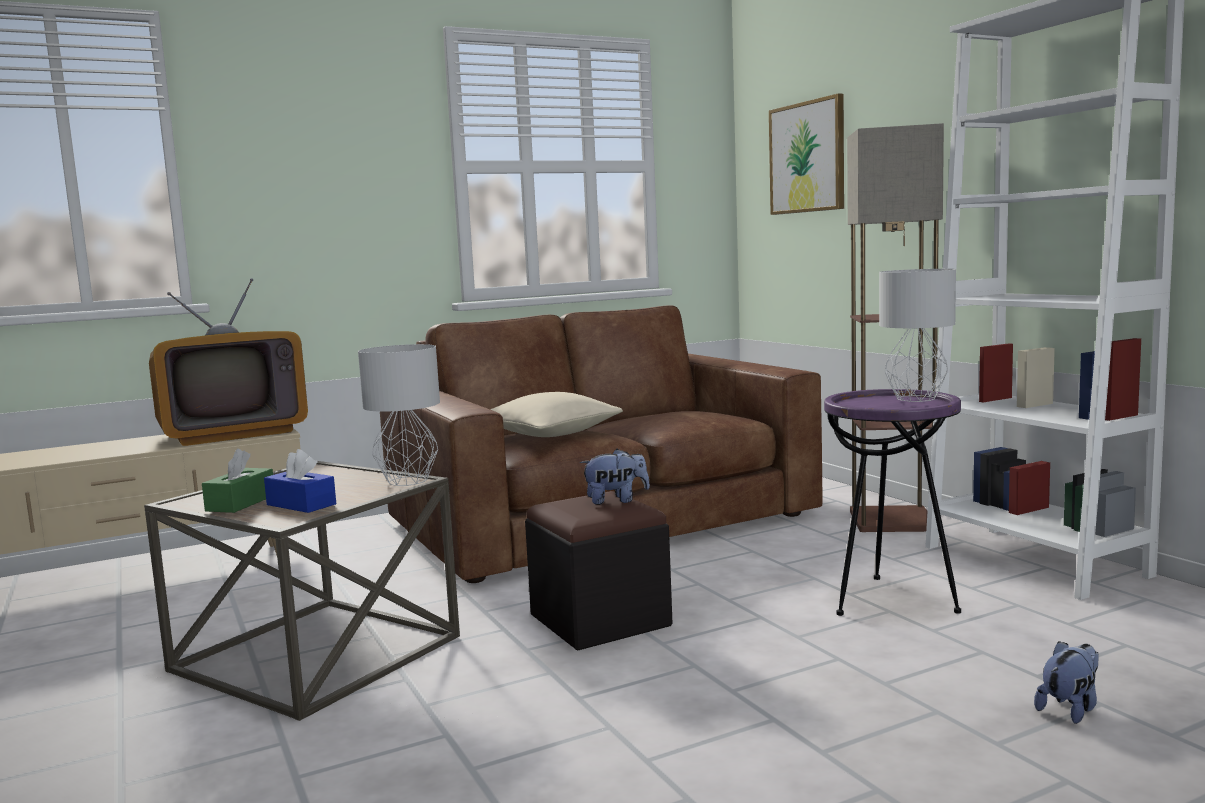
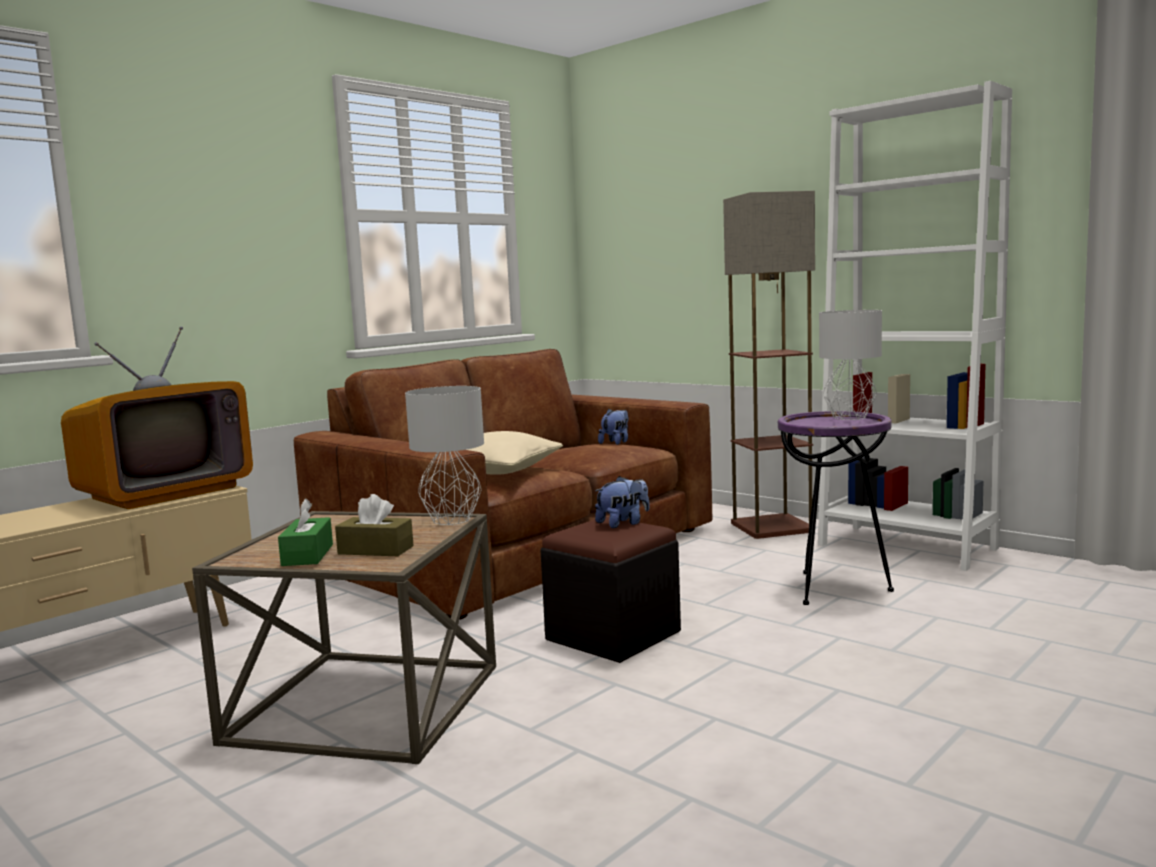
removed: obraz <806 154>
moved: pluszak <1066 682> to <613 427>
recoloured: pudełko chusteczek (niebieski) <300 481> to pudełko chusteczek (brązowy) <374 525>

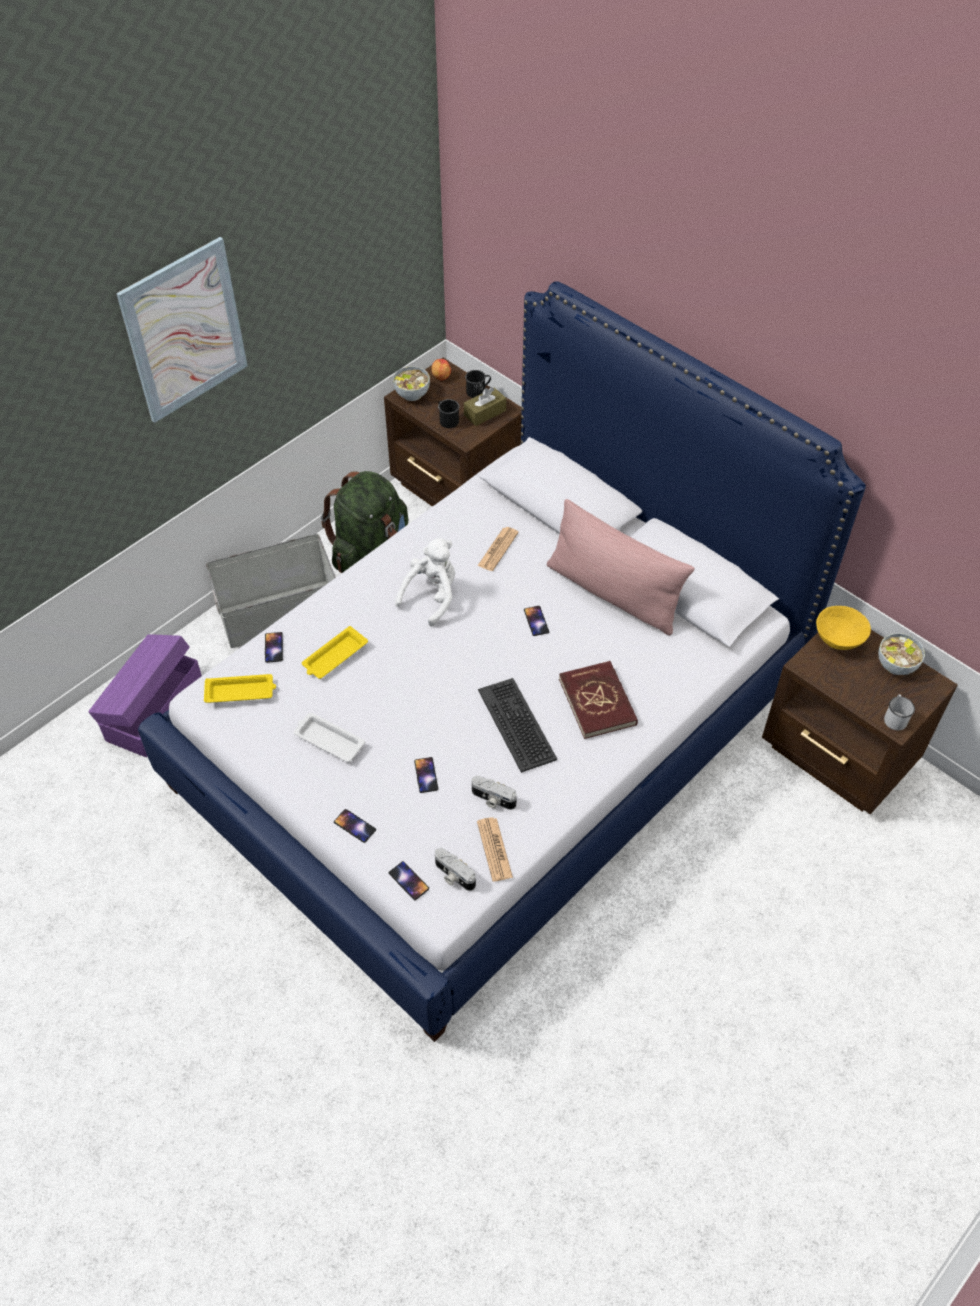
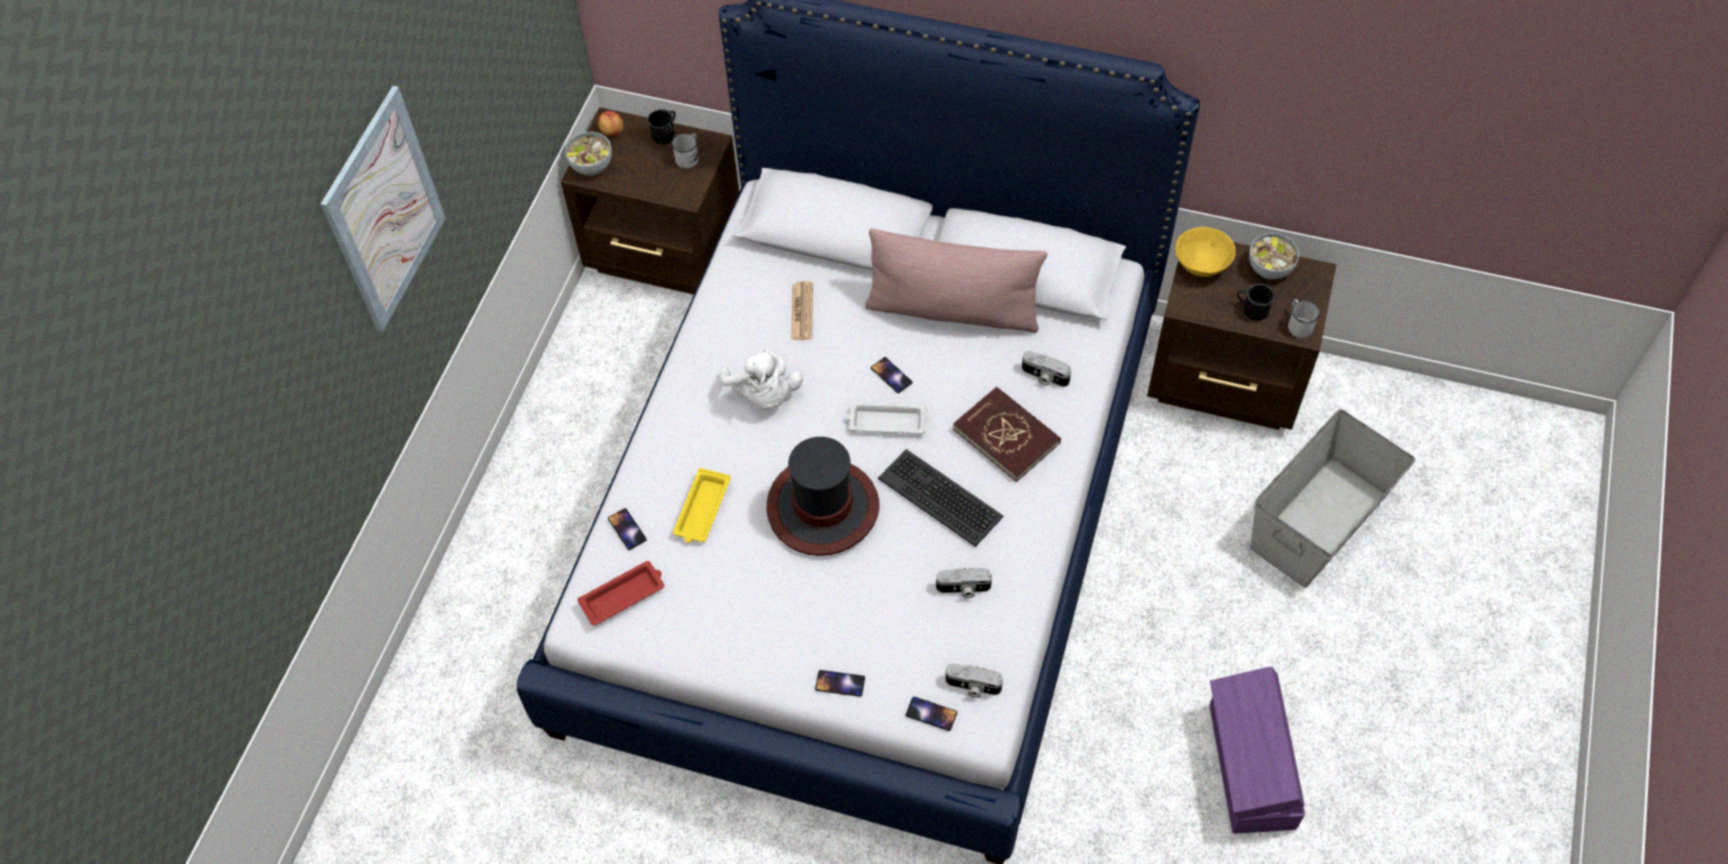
removed: plecak (zielony) <364 522>; telefon <426 775>; gazeta <495 849>
added: kapelusz <823 496>; aparat fotograficzny <1046 369>
moved: pojemnik do przechowywania (fioletowy) <145 695> to <1257 749>; pojemnik do przechowywania (szary) <271 591> to <1332 498>; taca (biały) <329 737> to <886 418>; kubek (czarny) <448 413> to <1256 302>
replaced: pudełko chusteczek (brązowy) <485 406> to kubek (biały) <685 150>
recoloured: taca (żółty) <240 688> to taca (czerwony) <621 593>
turned: pluszak (biały) <425 582> = <761 380> 150 degrees clockwise

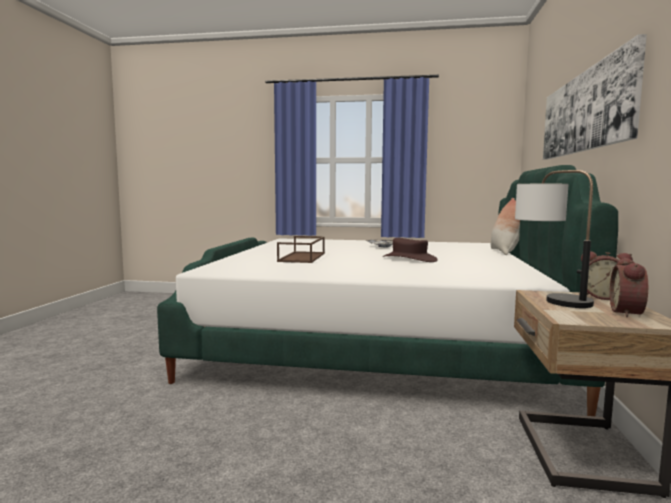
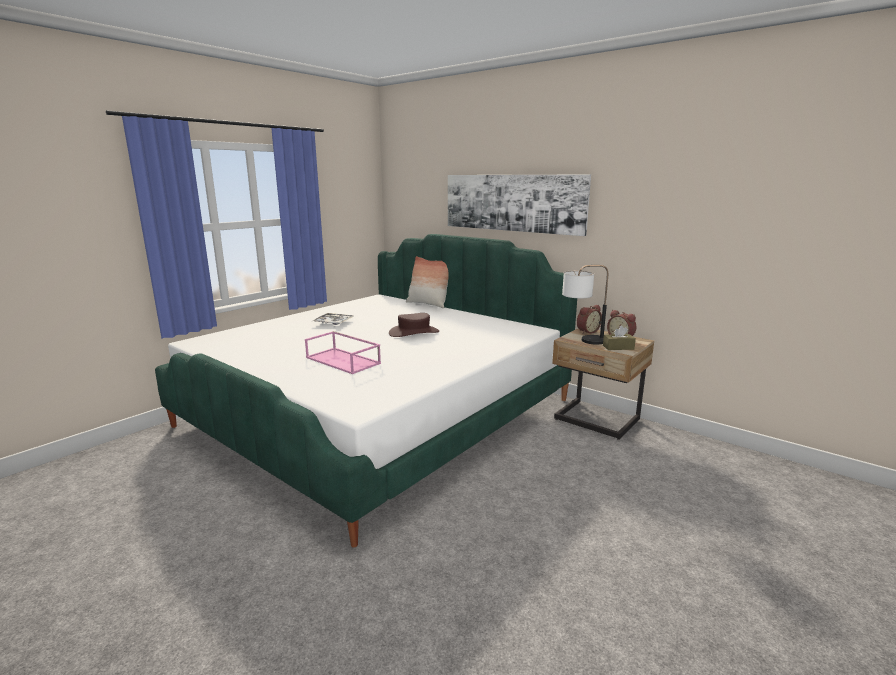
added: pudełko chusteczek (brązowy) <619 338>
recoloured: taca (brązowy) <301 249> to taca (różowy) <343 352>

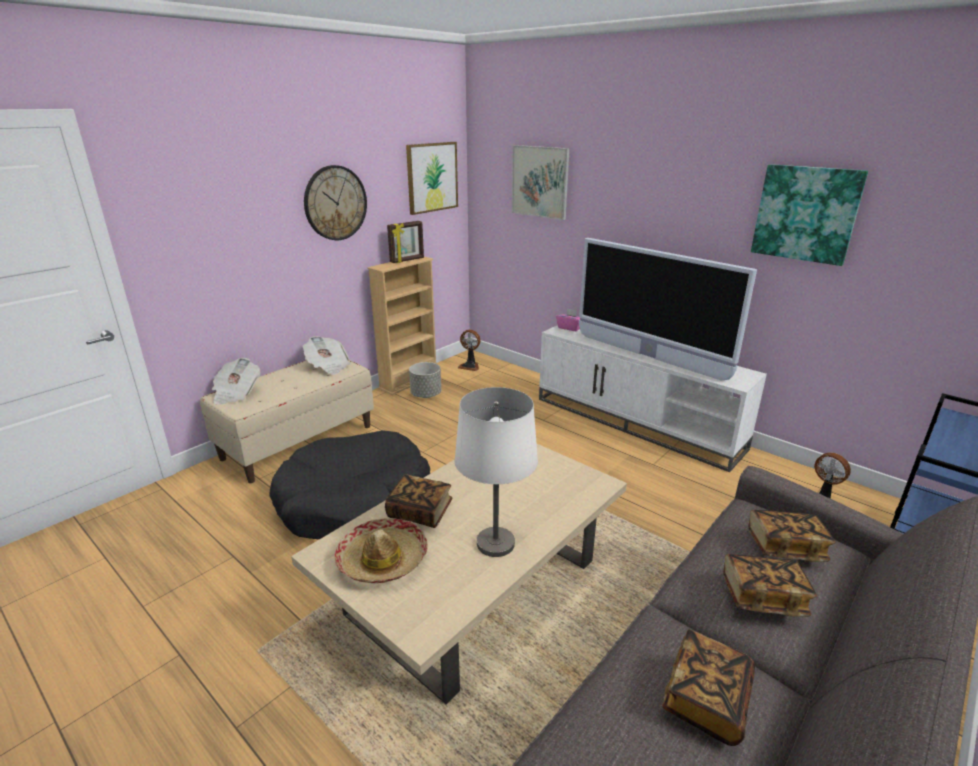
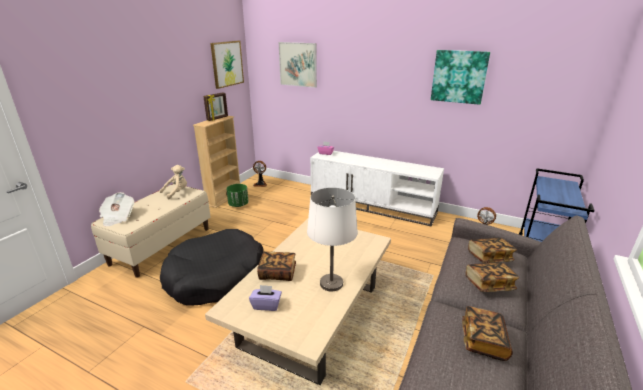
removed: zegar ścienny <335 202>; telewizor <668 309>
replaced: gazeta <327 355> to pluszak (beżowy) <173 182>; kapelusz <381 550> to pudełko chusteczek (fioletowy) <265 298>
recoloured: donica (szary) <425 380> to donica (zielony) <237 195>

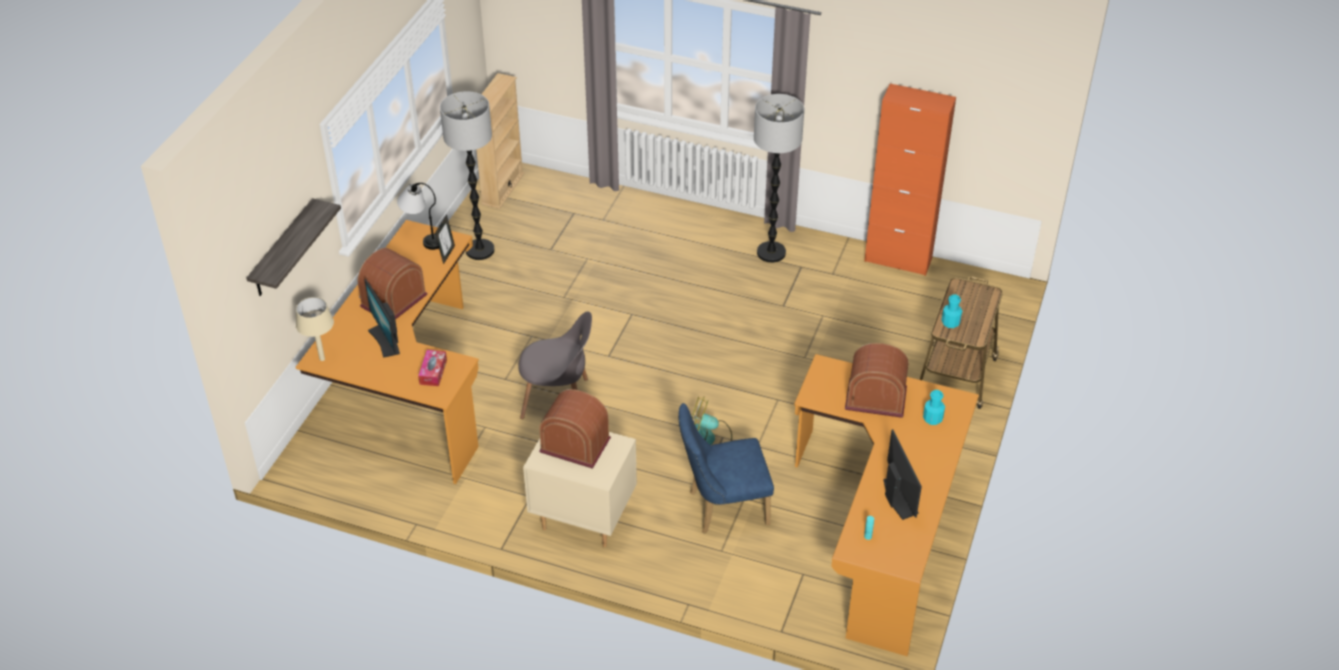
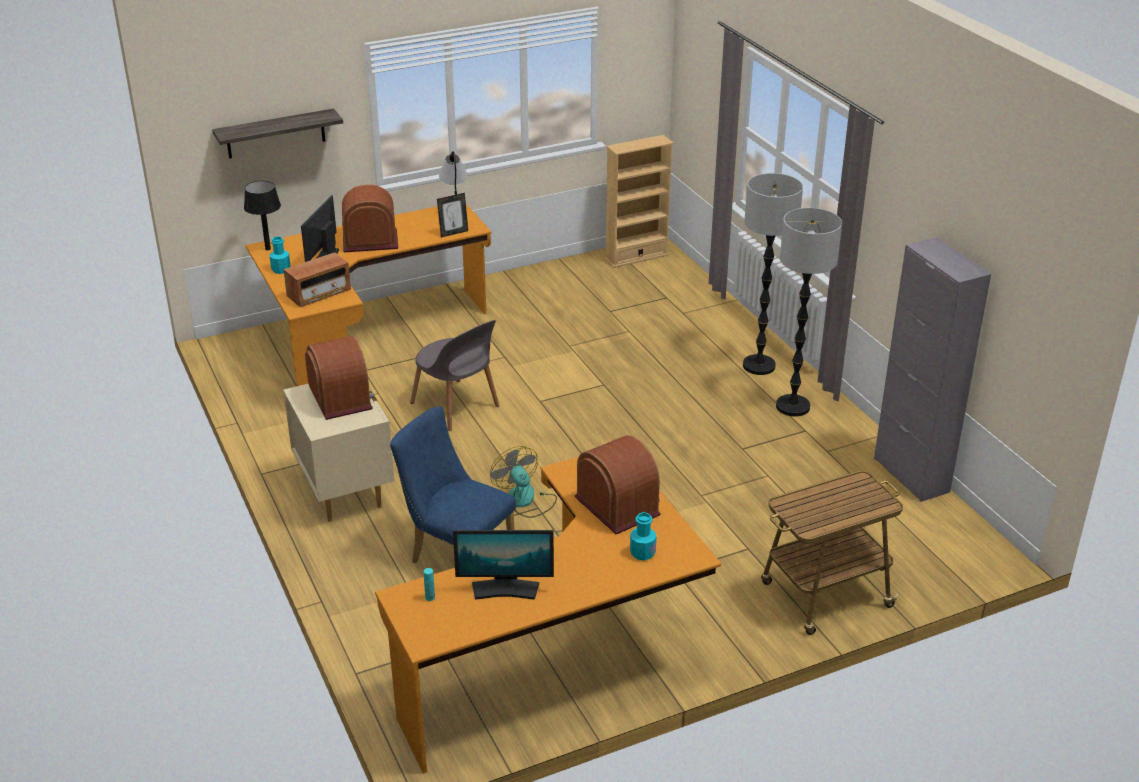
moved: lampa stojąca <467 175> to <773 274>; butelka (turkusowy) <952 311> to <280 255>
replaced: pudełko chusteczek <432 368> to radio <317 279>
recoloured: lampa stołowa (beżowy) <315 329> to lampa stołowa (czarny) <262 215>; szafka (pomarańczowy) <910 180> to szafka (szary) <932 369>
turned: monitor <902 474> = <503 565> 60 degrees clockwise

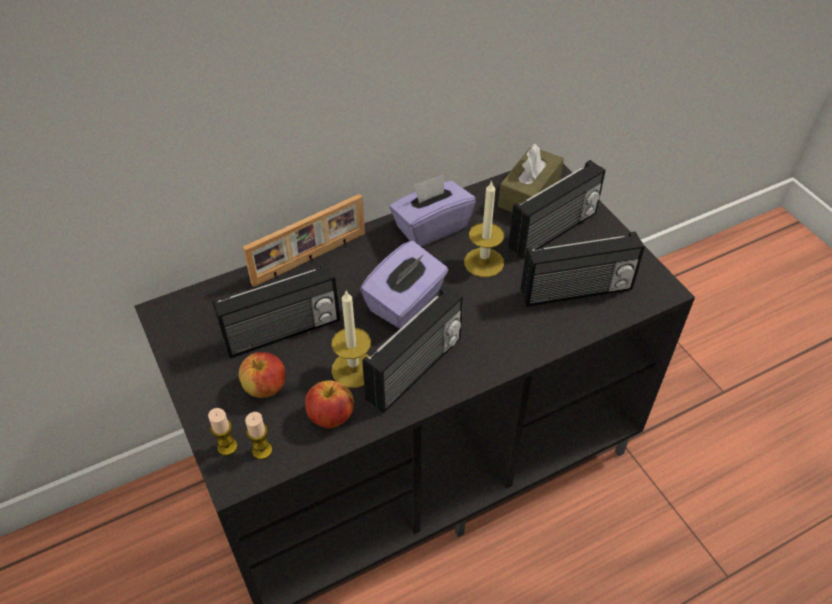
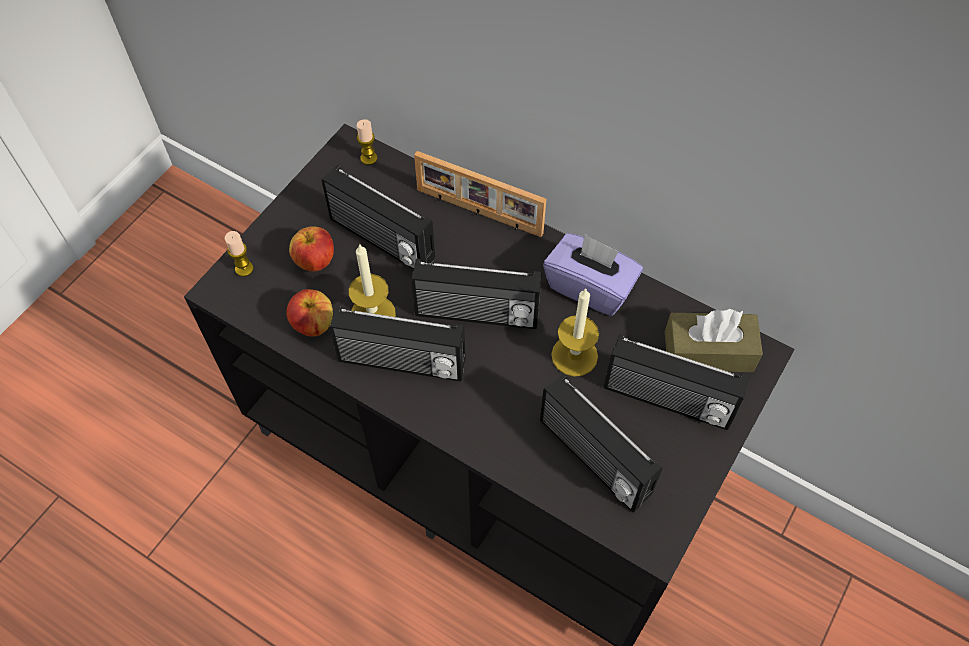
moved: świeca <258 436> to <367 142>
replaced: pudełko chusteczek (fioletowy) <404 284> to radio <476 294>

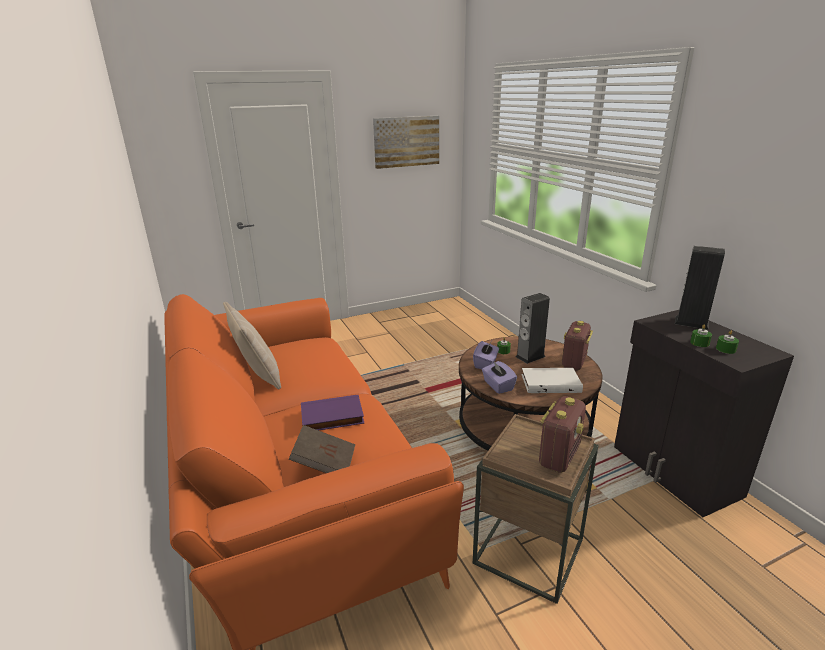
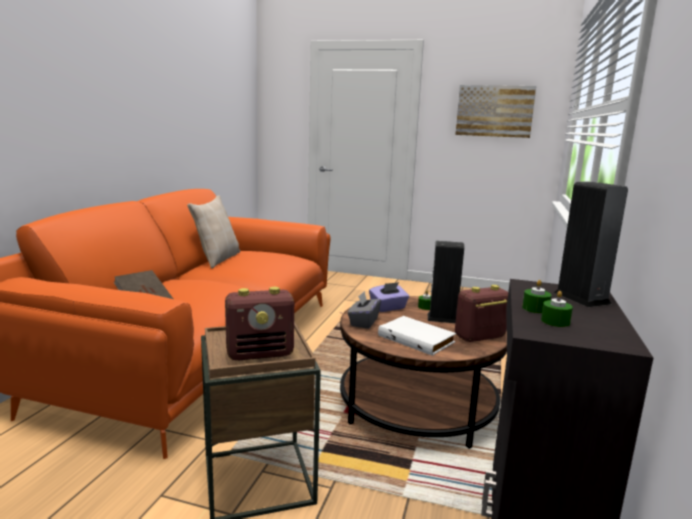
removed: książka (fioletowy) <332 413>
recoloured: pudełko chusteczek (fioletowy) <499 377> to pudełko chusteczek (szary) <364 310>

